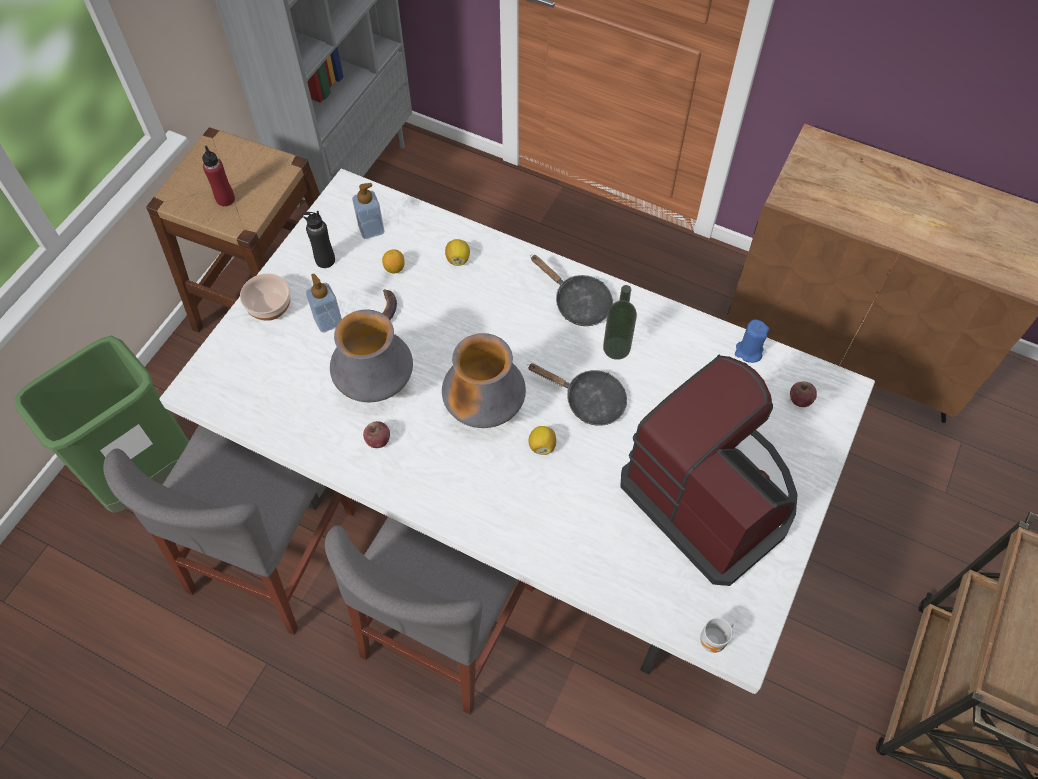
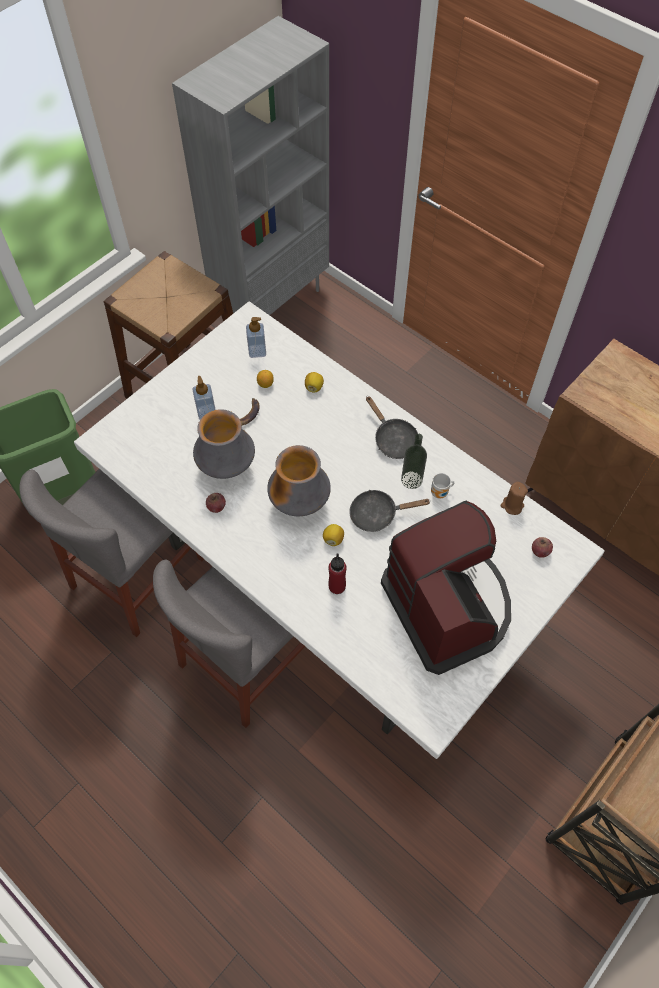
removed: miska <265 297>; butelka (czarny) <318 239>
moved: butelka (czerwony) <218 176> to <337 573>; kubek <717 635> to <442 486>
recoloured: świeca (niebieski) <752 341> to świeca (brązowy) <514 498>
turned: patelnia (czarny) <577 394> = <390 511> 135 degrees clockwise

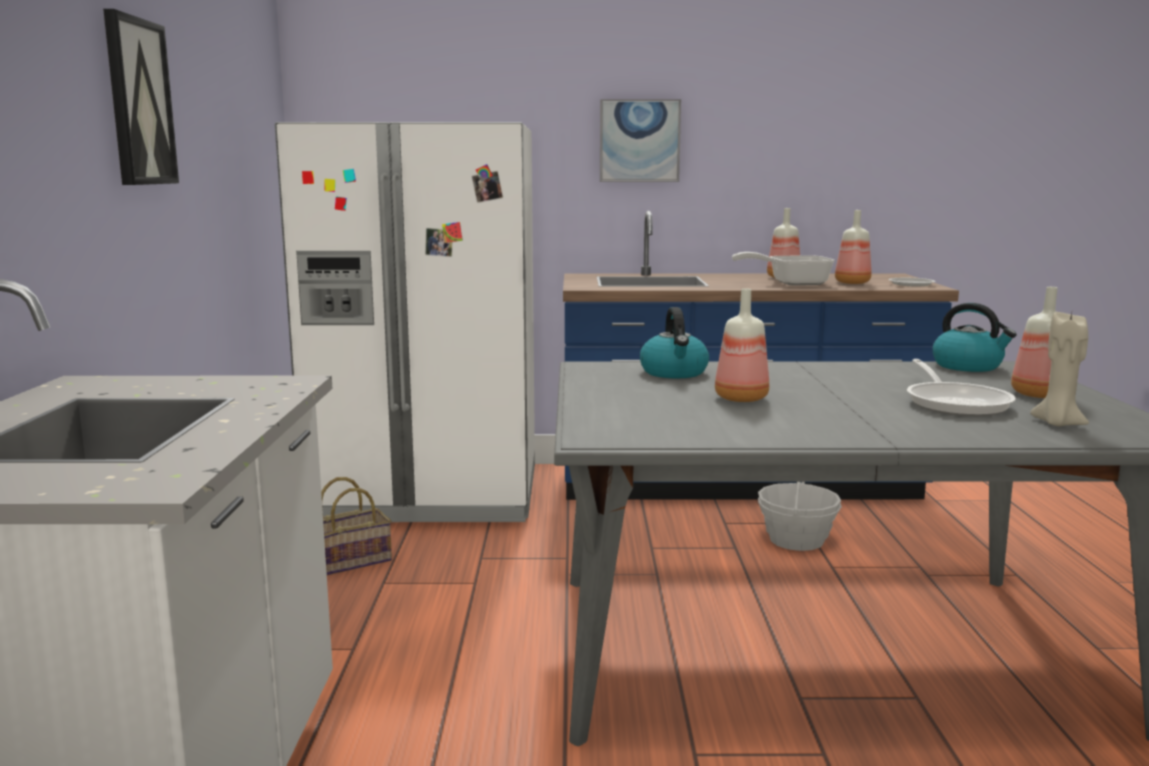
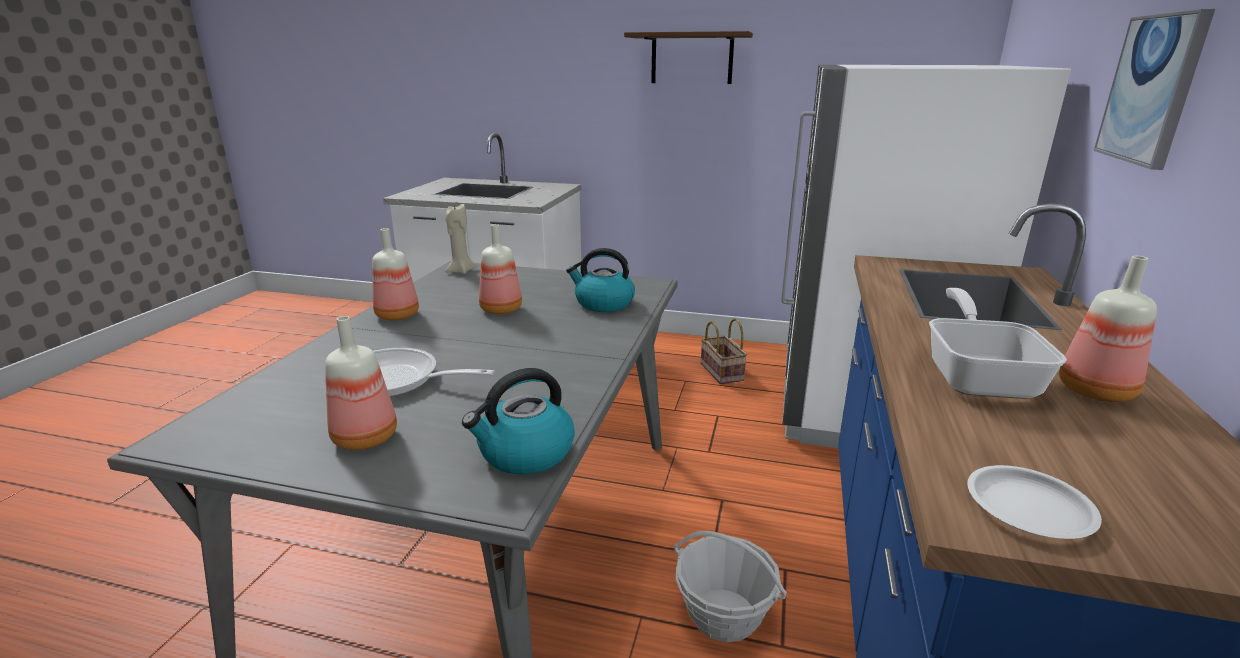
moved: butelka <853 247> to <395 274>; świeca (beżowy) <1059 369> to <461 239>
replaced: obraz <141 97> to półka (brązowy) <688 57>

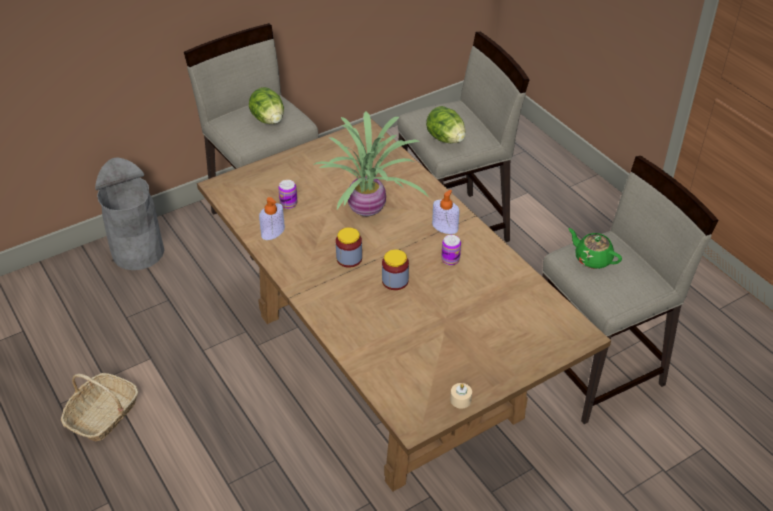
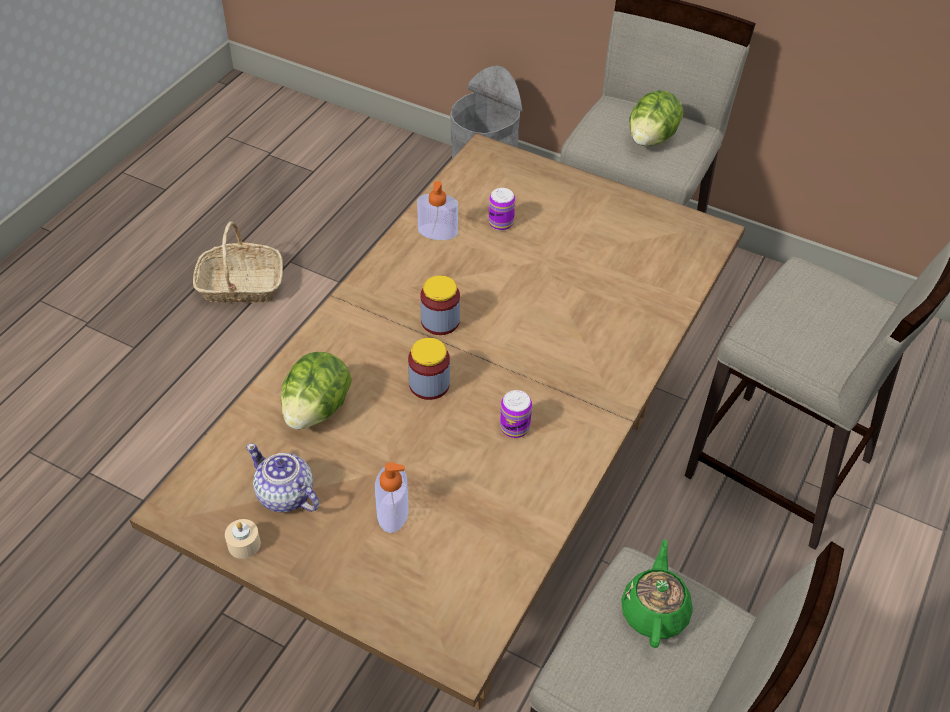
removed: roślina doniczkowa <370 163>
added: imbryk <282 477>
moved: sałata <446 124> to <316 390>; dozownik mydła <446 212> to <392 497>

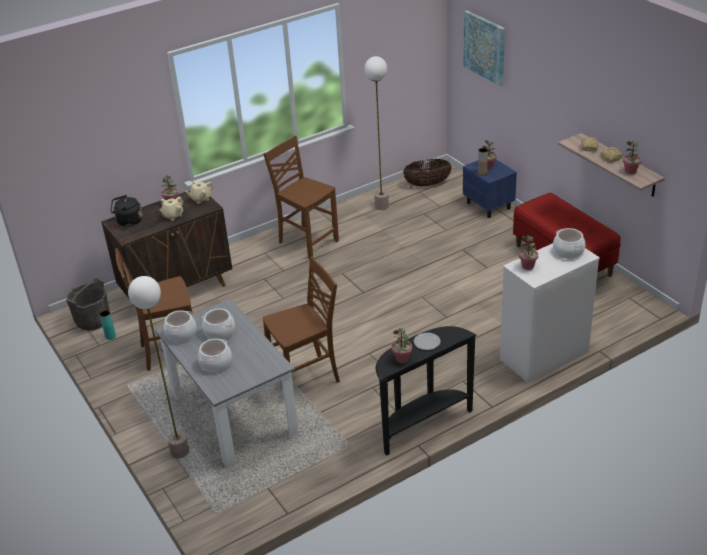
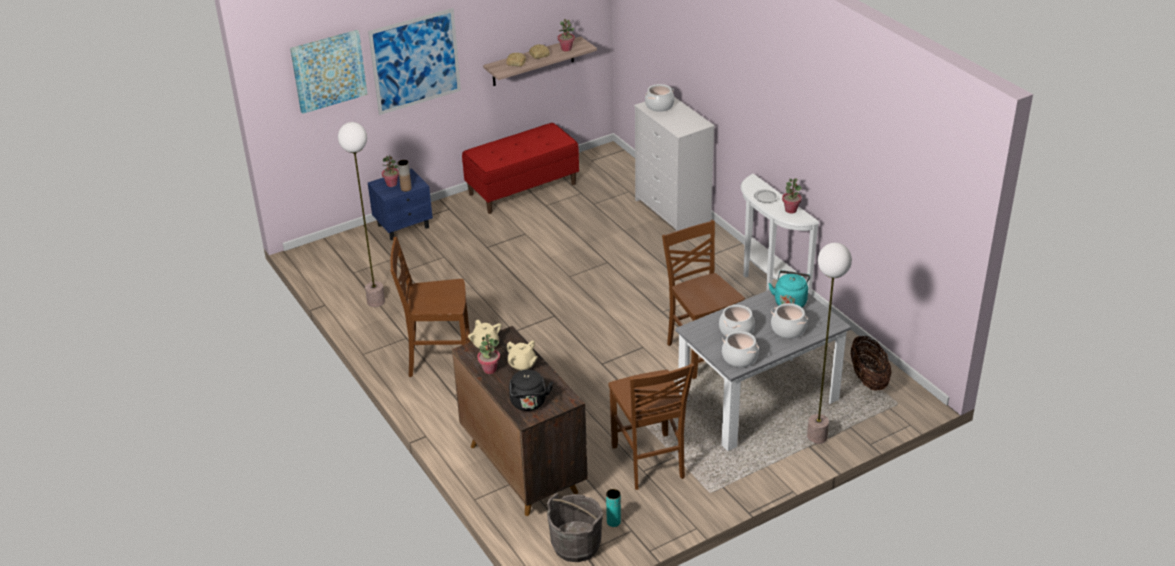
removed: roślina doniczkowa <528 252>
added: obraz <414 61>; czajnik (turkusowy) <789 288>
moved: koszyk <427 172> to <870 363>
recoloured: stolik konsolowy (czarny) <426 391> to stolik konsolowy (biały) <780 234>
turned: krzesło (brązowy) <301 198> = <430 307> 45 degrees clockwise

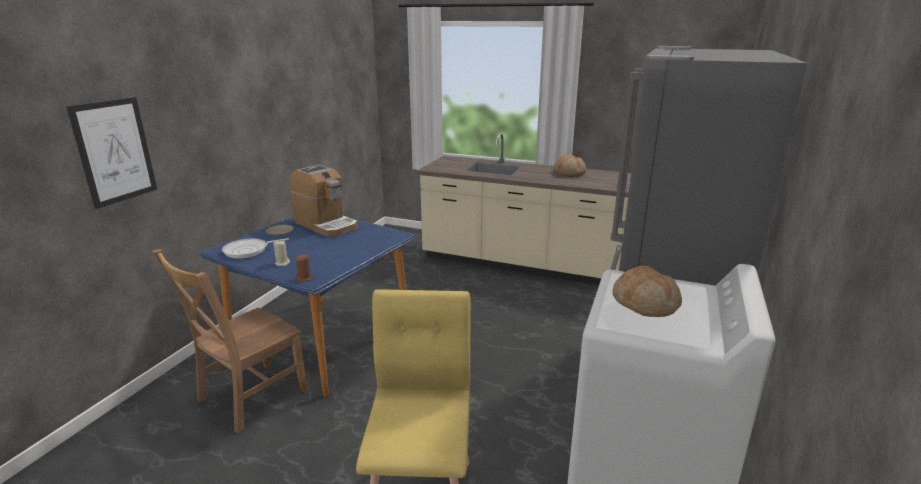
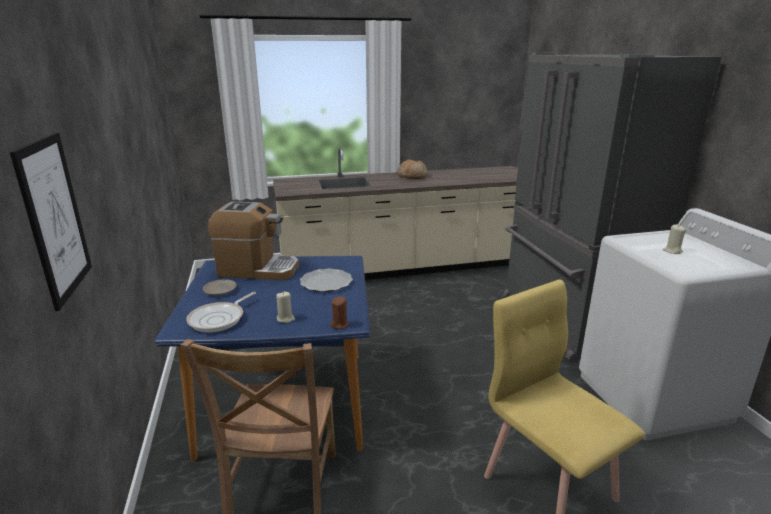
added: talerz <326 280>
replaced: chleb <647 291> to świeca (beżowy) <674 239>

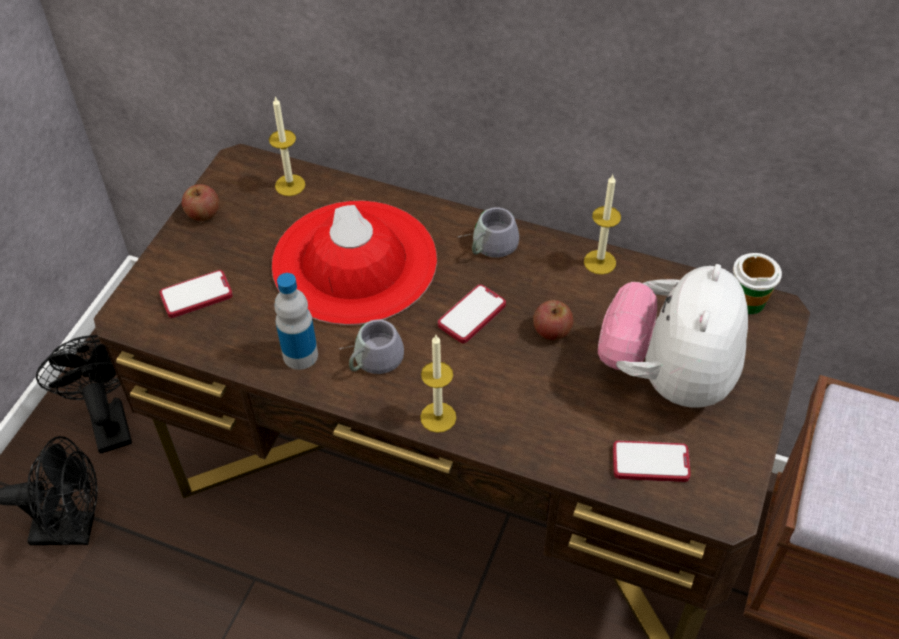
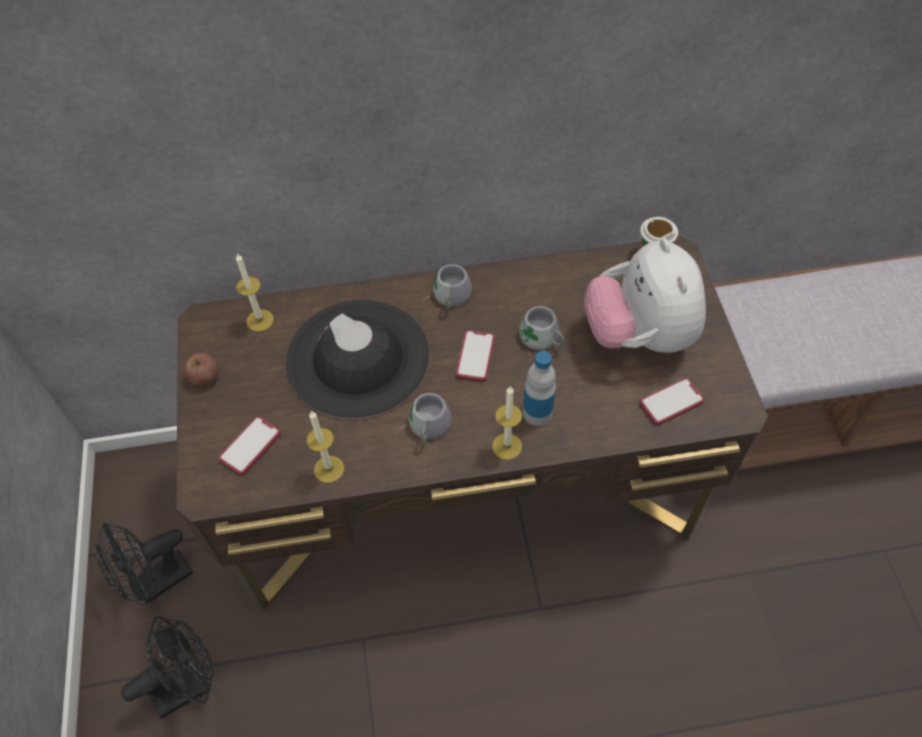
moved: butelka <296 321> to <539 388>; świeca <602 225> to <325 447>
replaced: jabłko <553 320> to kubek (szary) <541 333>
recoloured: kapelusz (czerwony) <354 263> to kapelusz (czarny) <357 359>
turned: wentylator (czarny) <84 394> = <144 564> 75 degrees counterclockwise

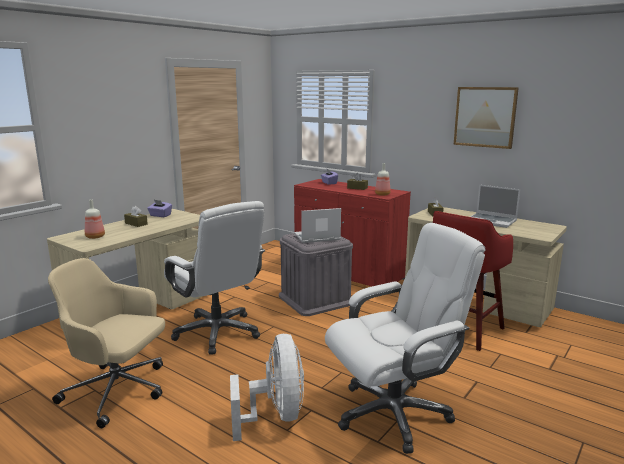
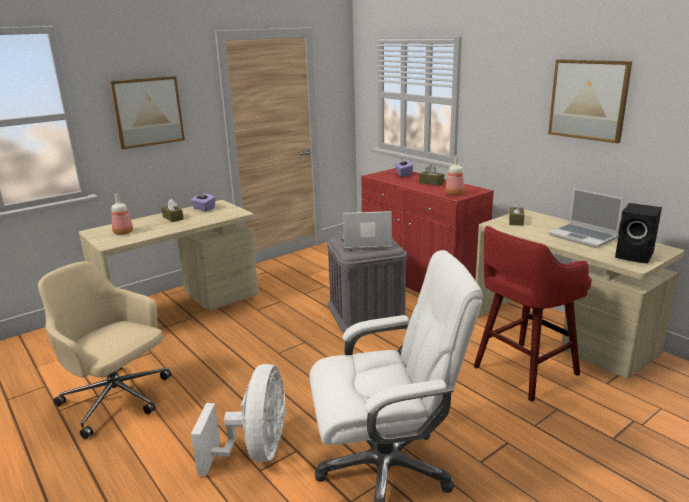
removed: krzesło biurowe (biały) <214 277>
added: obraz <147 112>; głośnik (czarny) <638 233>

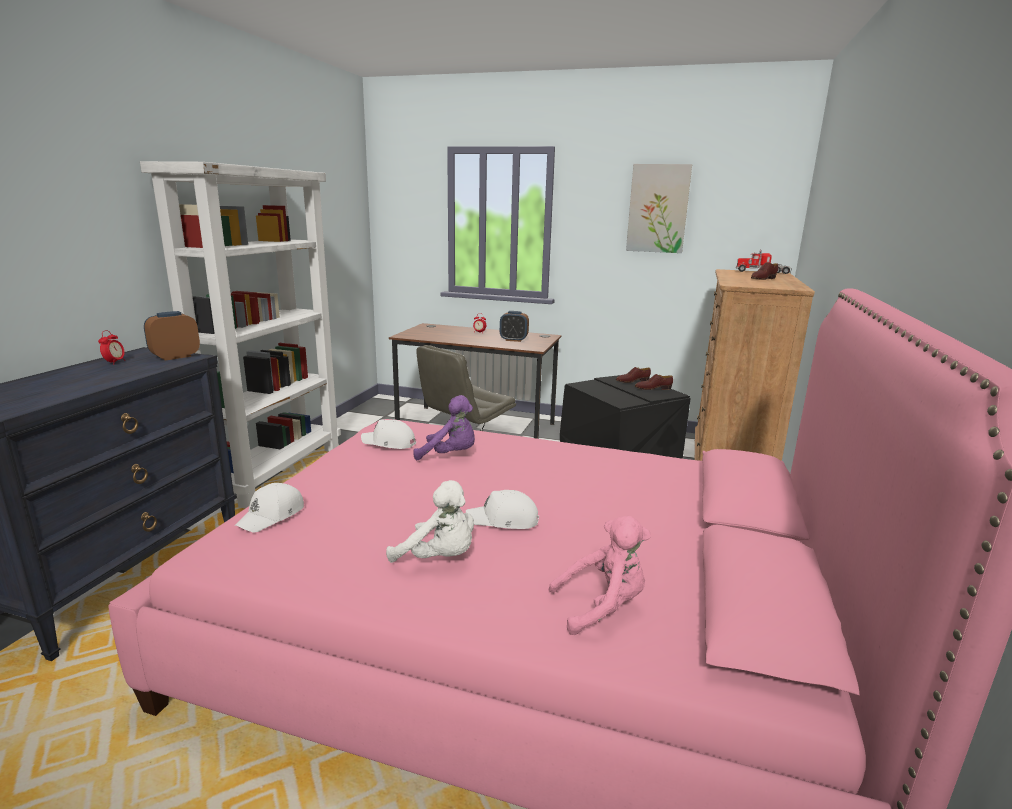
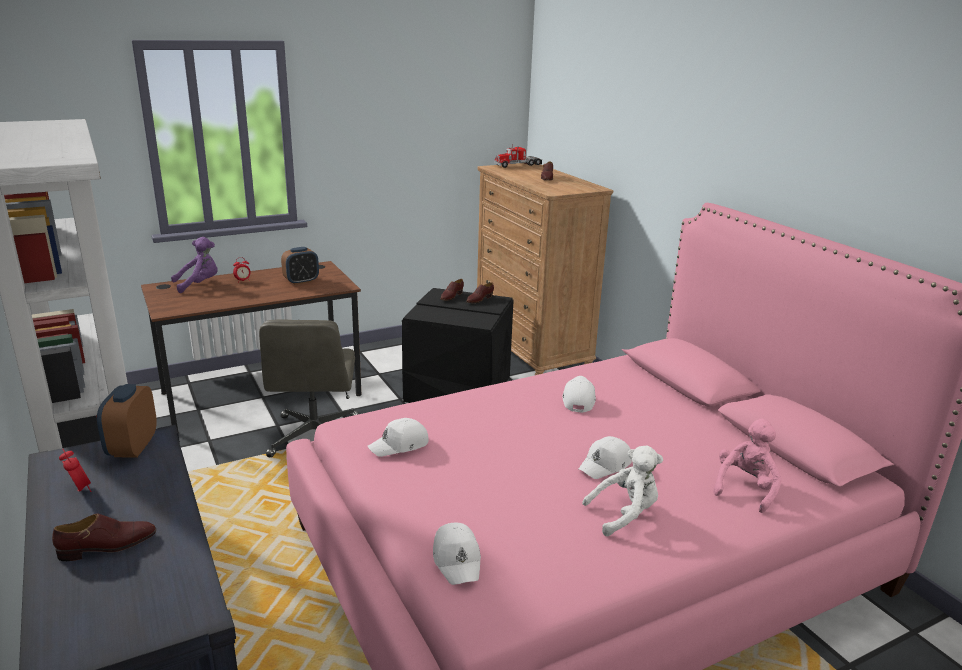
removed: obraz <659 208>
added: but (brązowy) <104 537>; czapka z daszkiem (biały) <579 394>
moved: pluszak (fioletowy) <444 427> to <194 265>

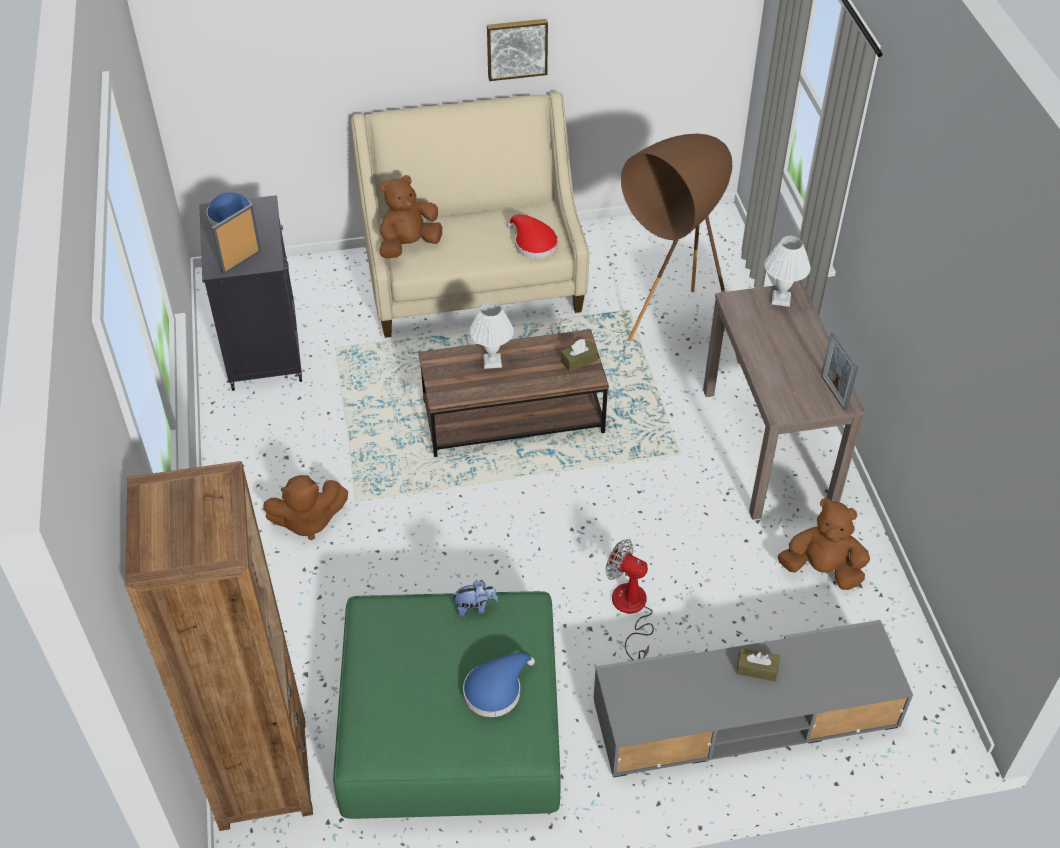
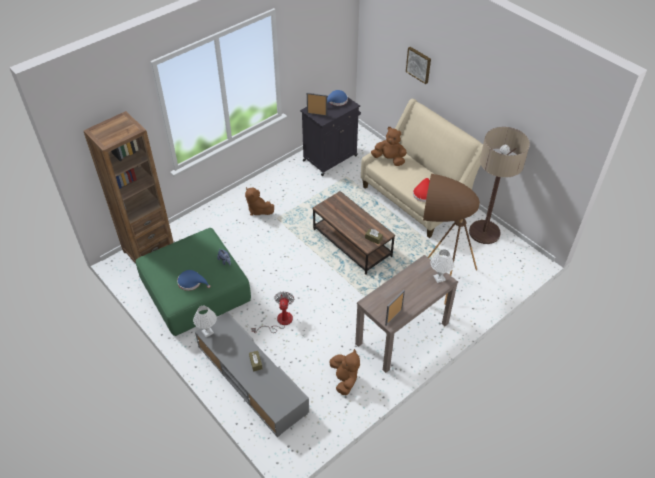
added: lampa stojąca <499 185>
moved: lampa stołowa (biały) <491 335> to <205 321>; obraz <517 50> to <418 65>

